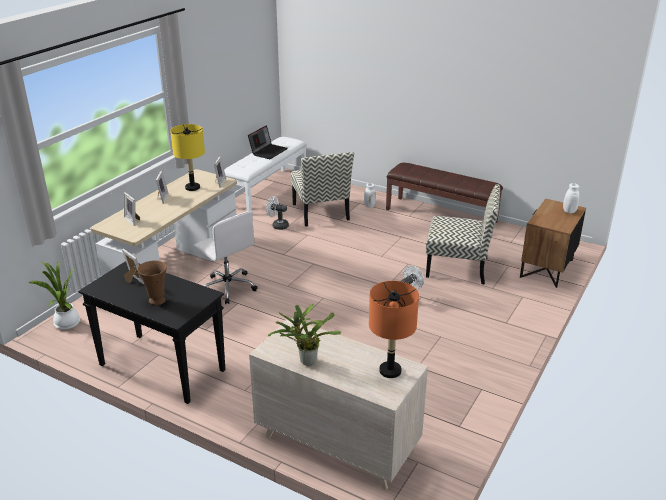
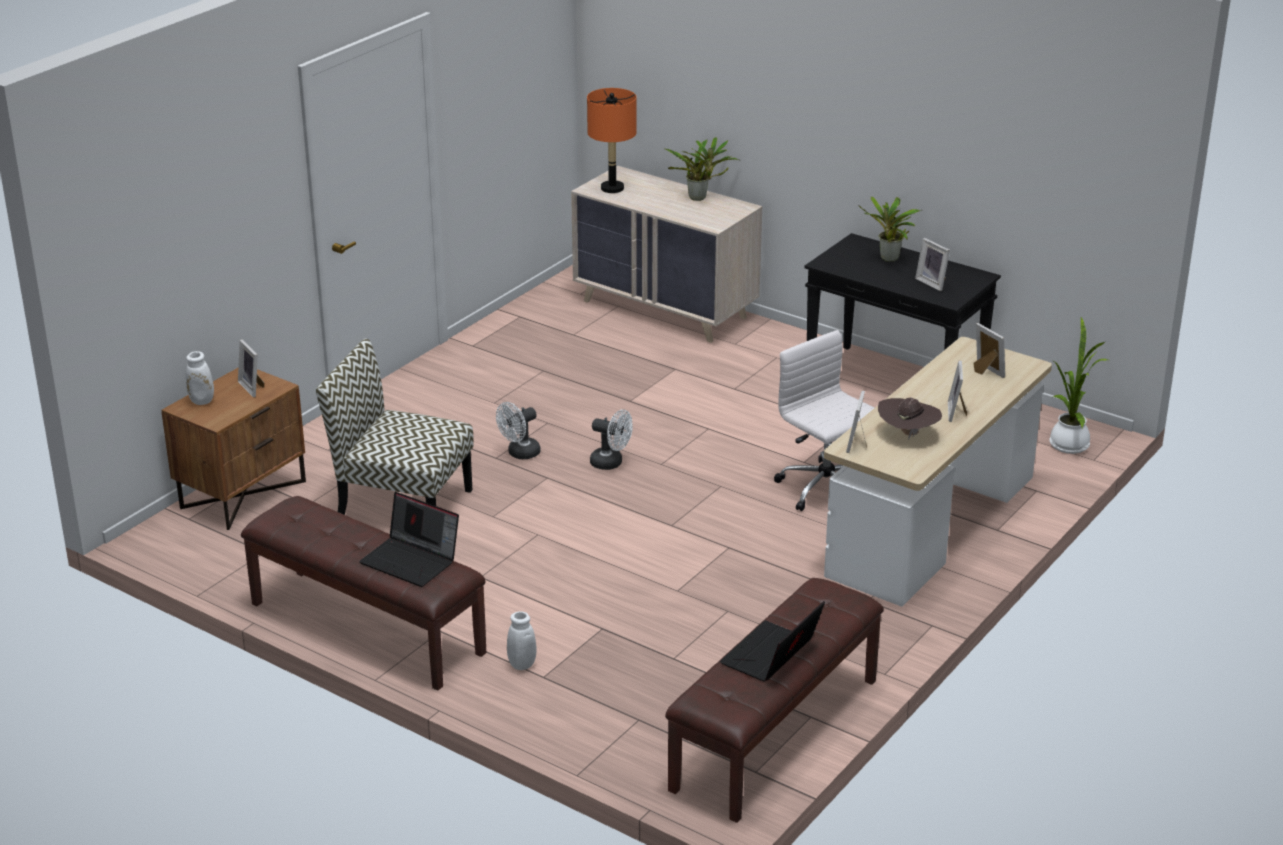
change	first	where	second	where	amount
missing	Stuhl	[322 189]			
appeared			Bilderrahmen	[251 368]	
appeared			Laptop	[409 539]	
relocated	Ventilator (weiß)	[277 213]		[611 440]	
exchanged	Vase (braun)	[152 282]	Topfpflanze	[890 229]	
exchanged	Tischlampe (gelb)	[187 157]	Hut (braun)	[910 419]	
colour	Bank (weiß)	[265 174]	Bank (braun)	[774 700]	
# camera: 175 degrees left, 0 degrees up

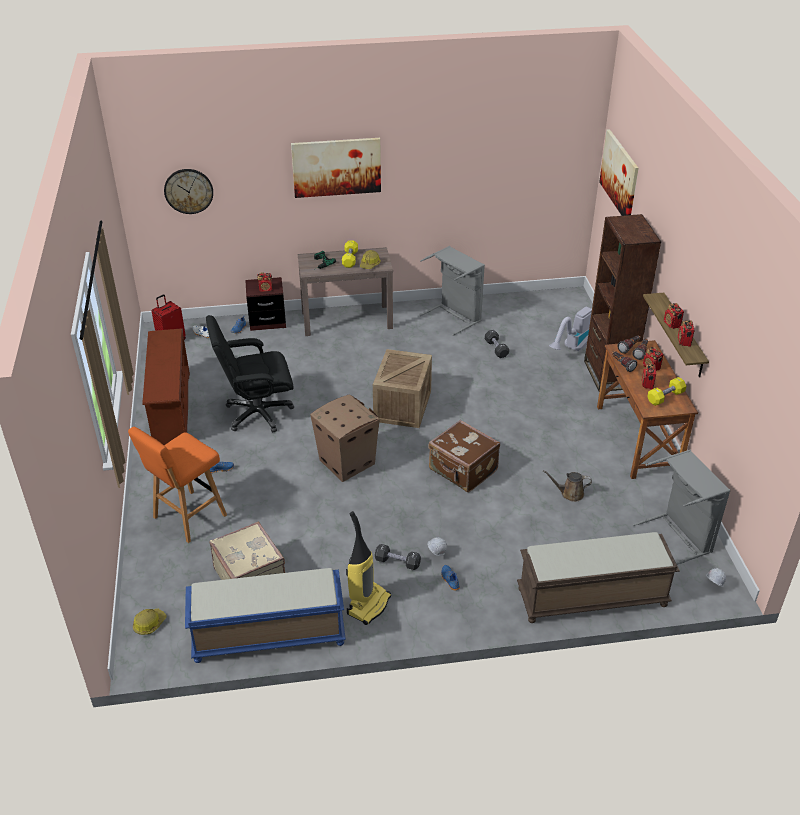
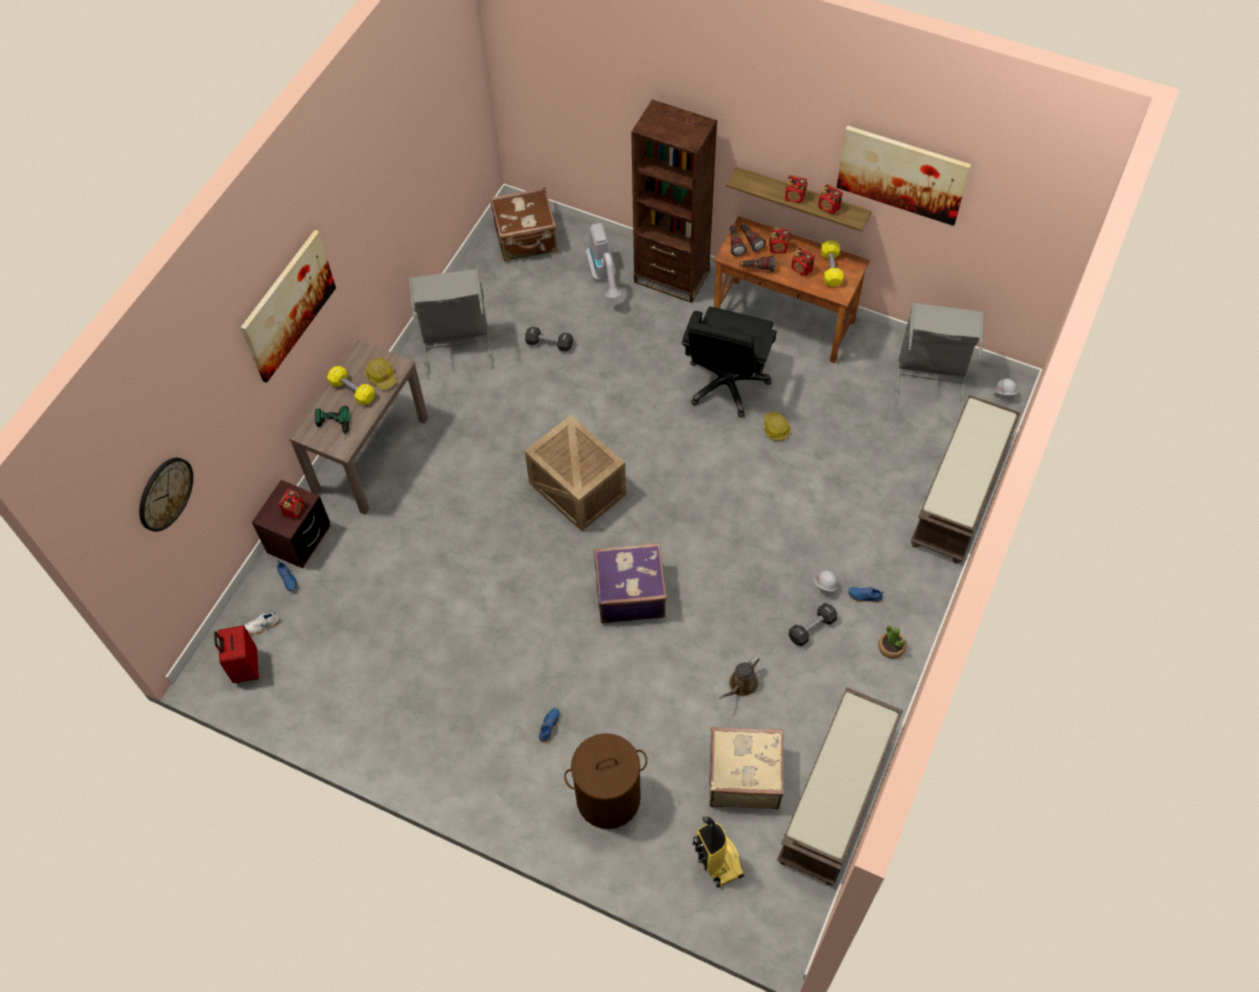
change	first	where	second	where	amount
missing	Schuhregal (braun)	[166 386]			
appeared			Topfpflanze	[892 642]	
relocated	Schutzhelm	[150 622]		[777 426]	
relocated	Bürostuhl (schwarz)	[250 374]		[729 362]	
relocated	Staubsauger	[368 568]		[718 851]	
relocated	Koffer (braun)	[464 456]		[524 224]	
relocated	Gießkanne (braun)	[567 486]		[739 678]	
relocated	Bild	[619 172]		[903 176]	
exchanged	Hocker (orange)	[177 485]	Wäschekorb (braun)	[605 781]	
exchanged	Karton	[345 438]	Koffer (lila)	[630 583]	
colour	Bank (blau)	[265 615]	Bank (braun)	[840 786]	
# camera: 55 degrees left, 20 degrees up

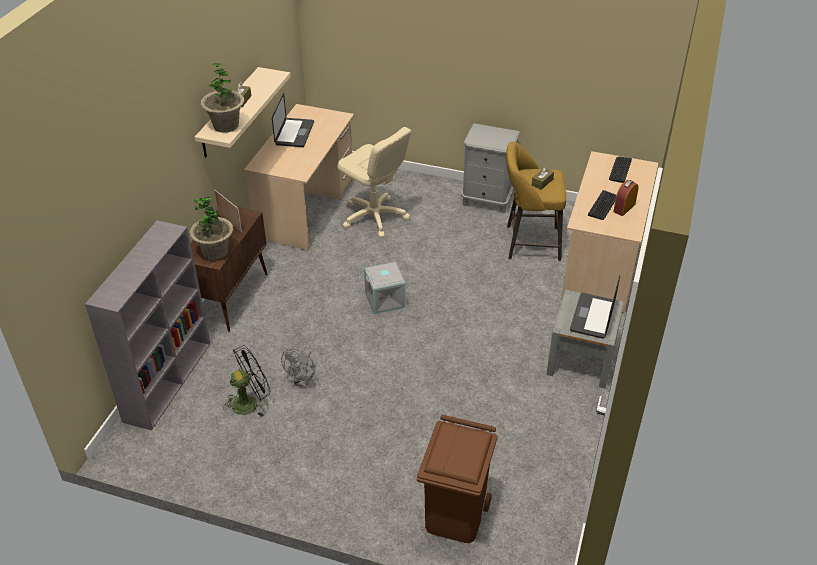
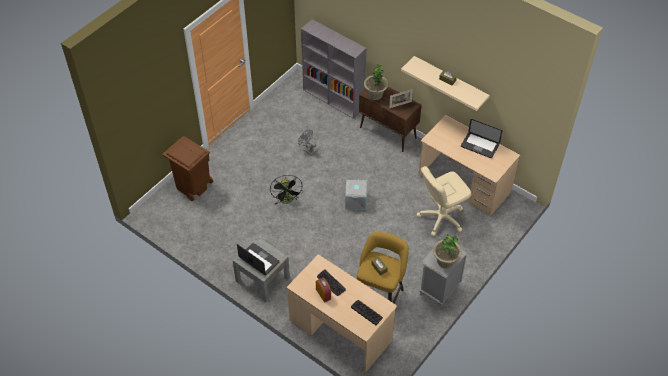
change	first	where	second	where	amount
relocated	Topfpflanze	[222 98]		[447 251]	
relocated	Ventilator (schwarz)	[247 381]		[286 190]	
# camera: 110 degrees right, 10 degrees up

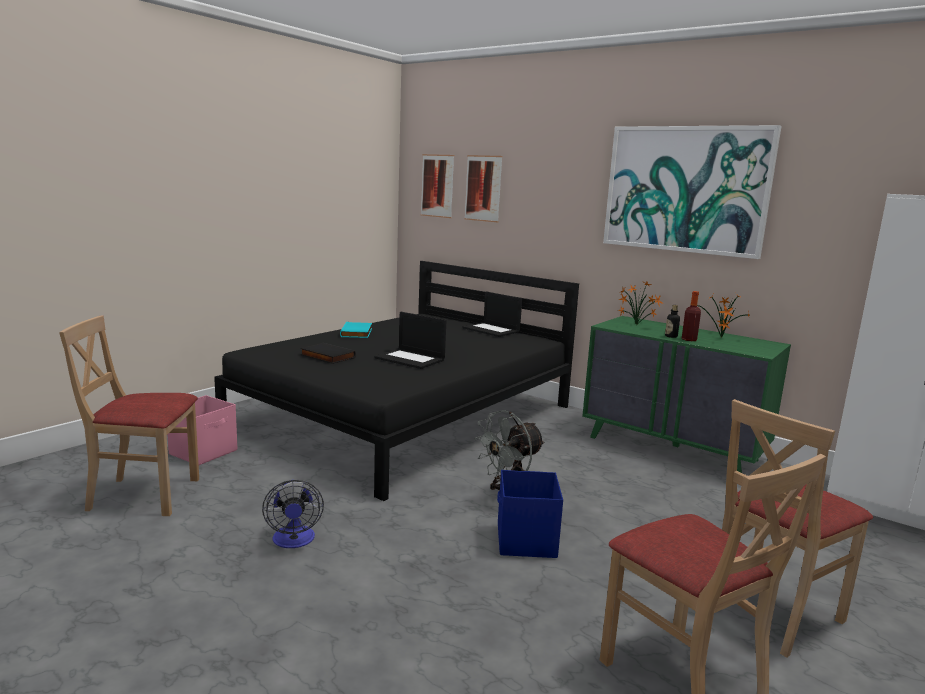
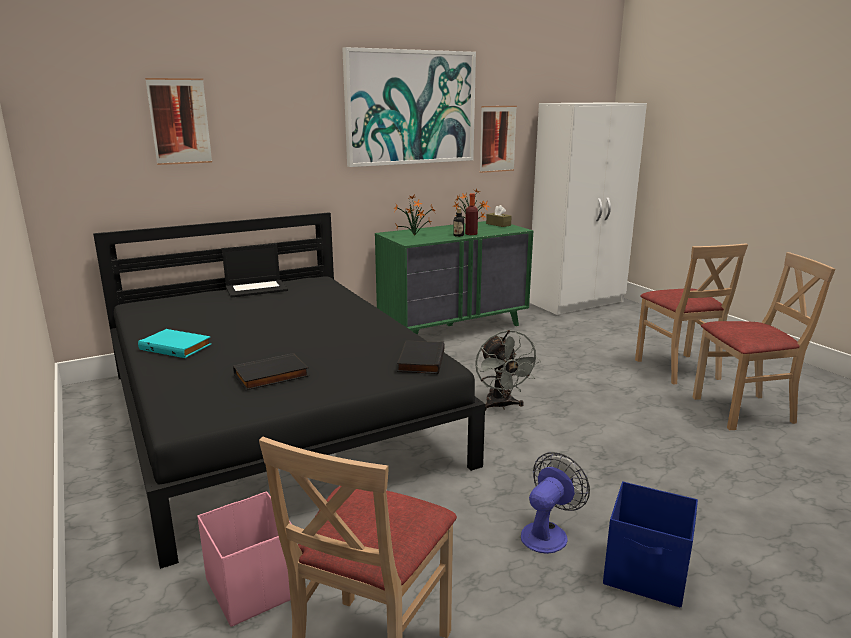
change	first	where	second	where	amount
missing	Laptop	[410 340]			
appeared			Buch (schwarz)	[421 357]	
appeared			Taschentuchbox (braun)	[499 216]	
relocated	Bild	[437 186]		[498 139]	
relocated	Aufbewahrungsbox (blau)	[530 514]		[650 545]	
spun	Ventilator	[293 514]		[555 503]	60 degrees counterclockwise
# camera: 65 degrees left, 5 degrees up

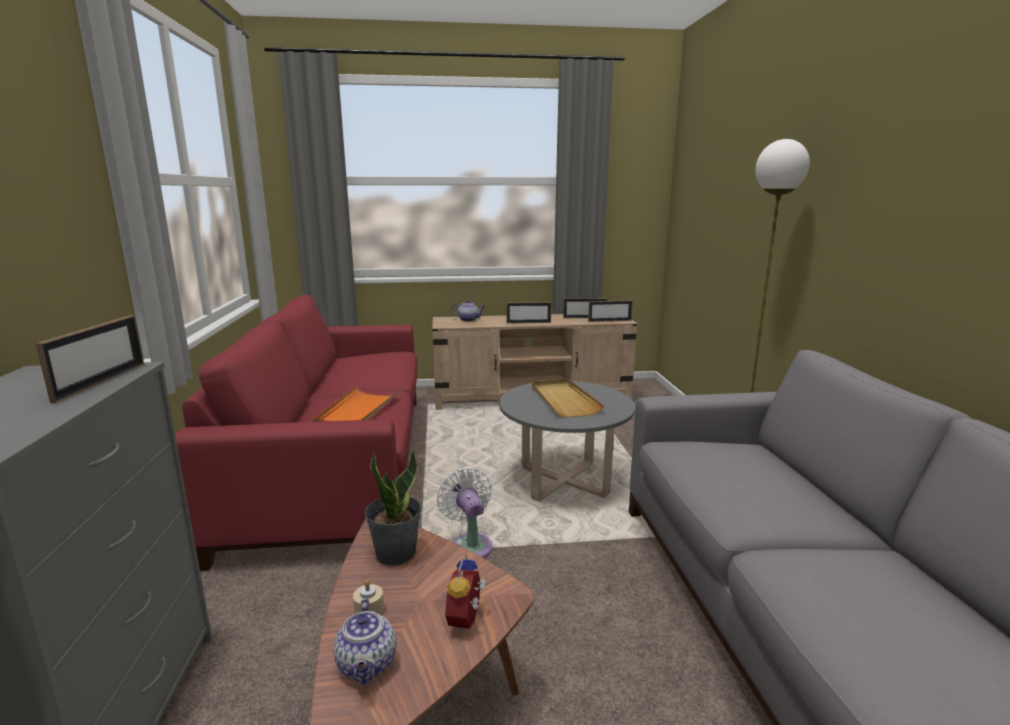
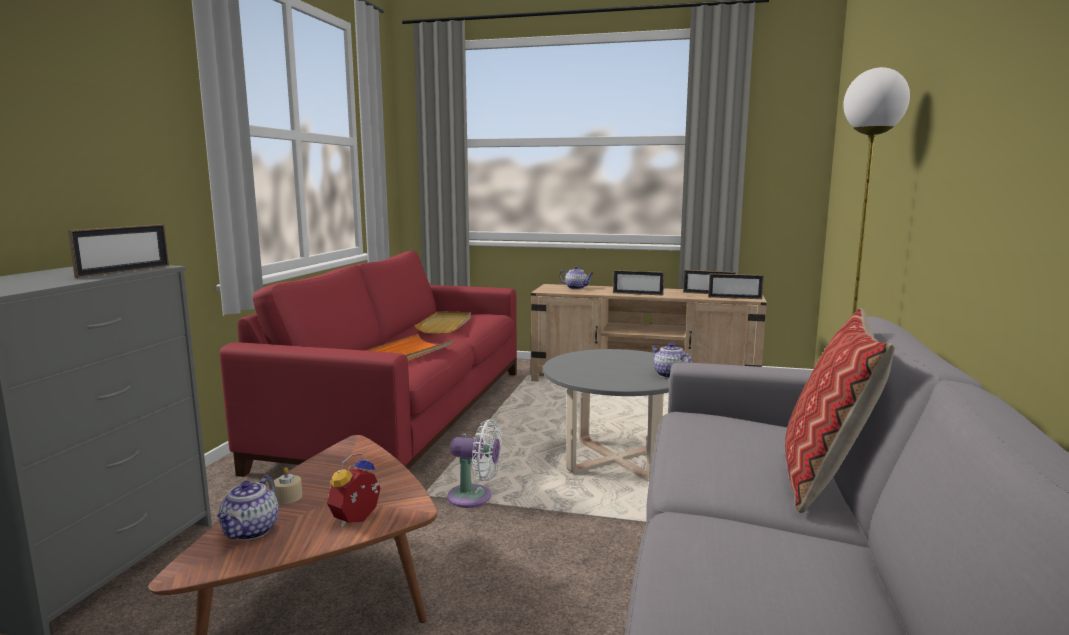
change	first	where	second	where	amount
missing	Topfpflanze	[393 507]			
appeared			Teekanne	[672 360]	
appeared			Kissen	[840 410]	
relocated	Tablett (beige)	[567 398]		[443 322]	
spun	Ventilator (weiß)	[465 513]		[474 464]	105 degrees clockwise
# camera: 20 degrees right, 5 degrees down

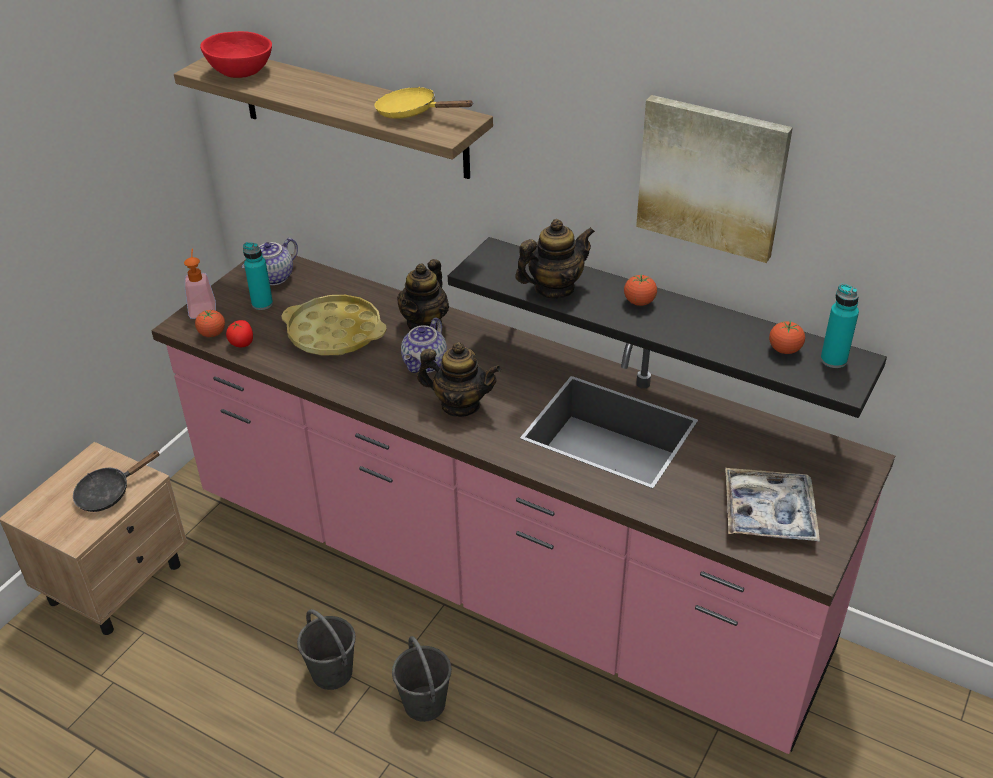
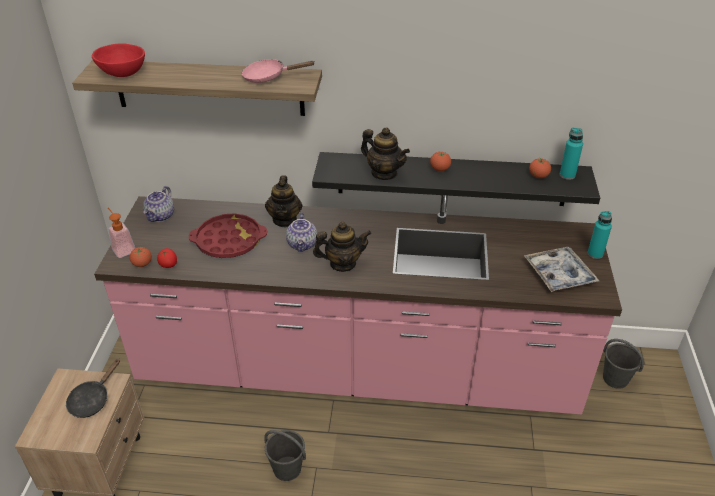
change	first	where	second	where	amount
missing	Bild	[714 179]			
relocated	Flasche (türkis)	[258 276]		[599 235]	
relocated	Eimer (grau)	[422 679]		[623 364]	
colour	Tablett (gelb)	[334 325]	Tablett (rot)	[228 235]	
colour	Pfanne (gelb)	[424 103]	Pfanne (rosa)	[278 71]	
spun	Teekanne	[555 258]		[385 153]	90 degrees clockwise
# camera: 25 degrees left, 0 degrees up

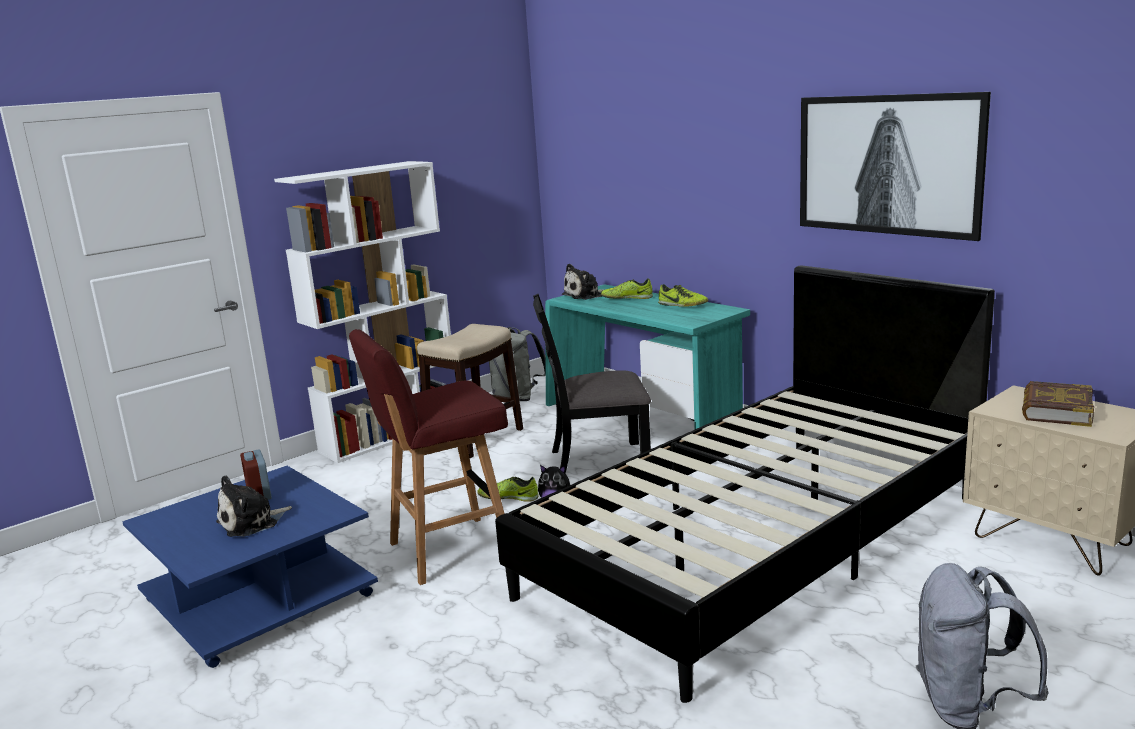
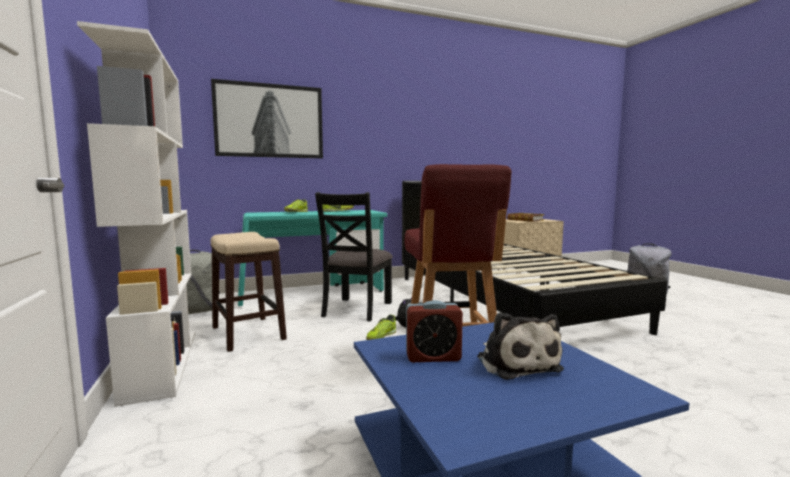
change	first	where	second	where	amount
missing	Plüschtier	[584 282]			
relocated	Bild	[895 166]		[267 118]	
# camera: 70 degrees left, 10 degrees down

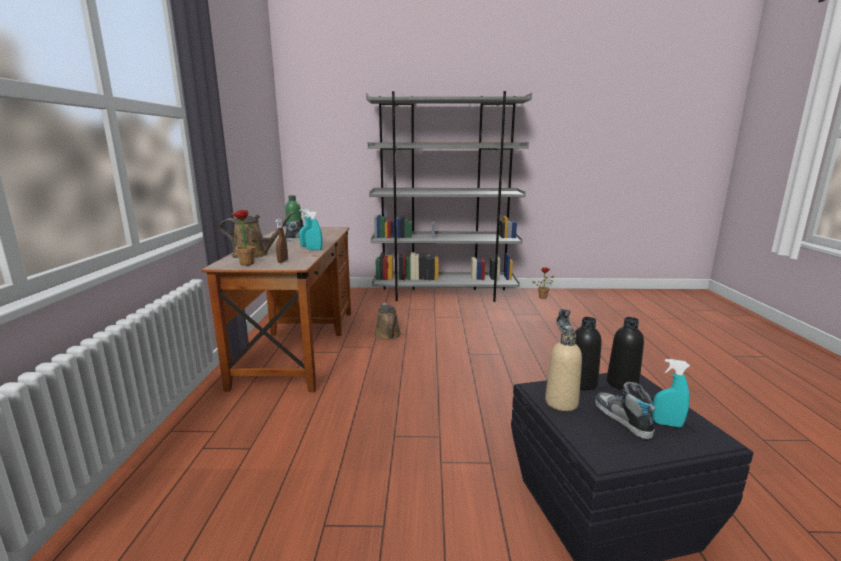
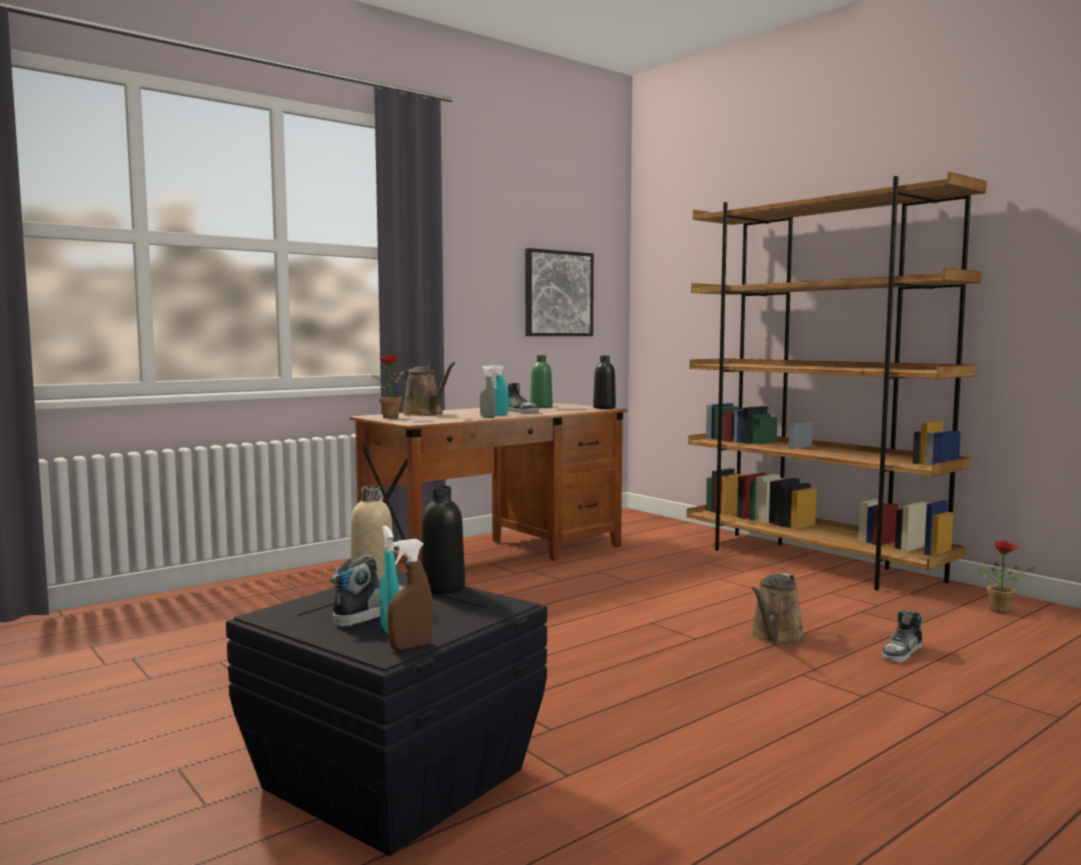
change	first	where	second	where	amount
appeared			Bild	[559 292]	
relocated	Sprühflasche (braun)	[281 240]		[410 594]	
relocated	Gießkanne (braun)	[388 321]		[778 609]	
relocated	Flasche (schwarz)	[625 353]		[604 382]	
colour	Sprühflasche (türkis)	[314 230]	Sprühflasche (grau)	[488 392]	
colour	Bücherregal (grau)	[449 196]	Bücherregal (braun)	[837 381]	
# camera: 50 degrees right, 10 degrees down

